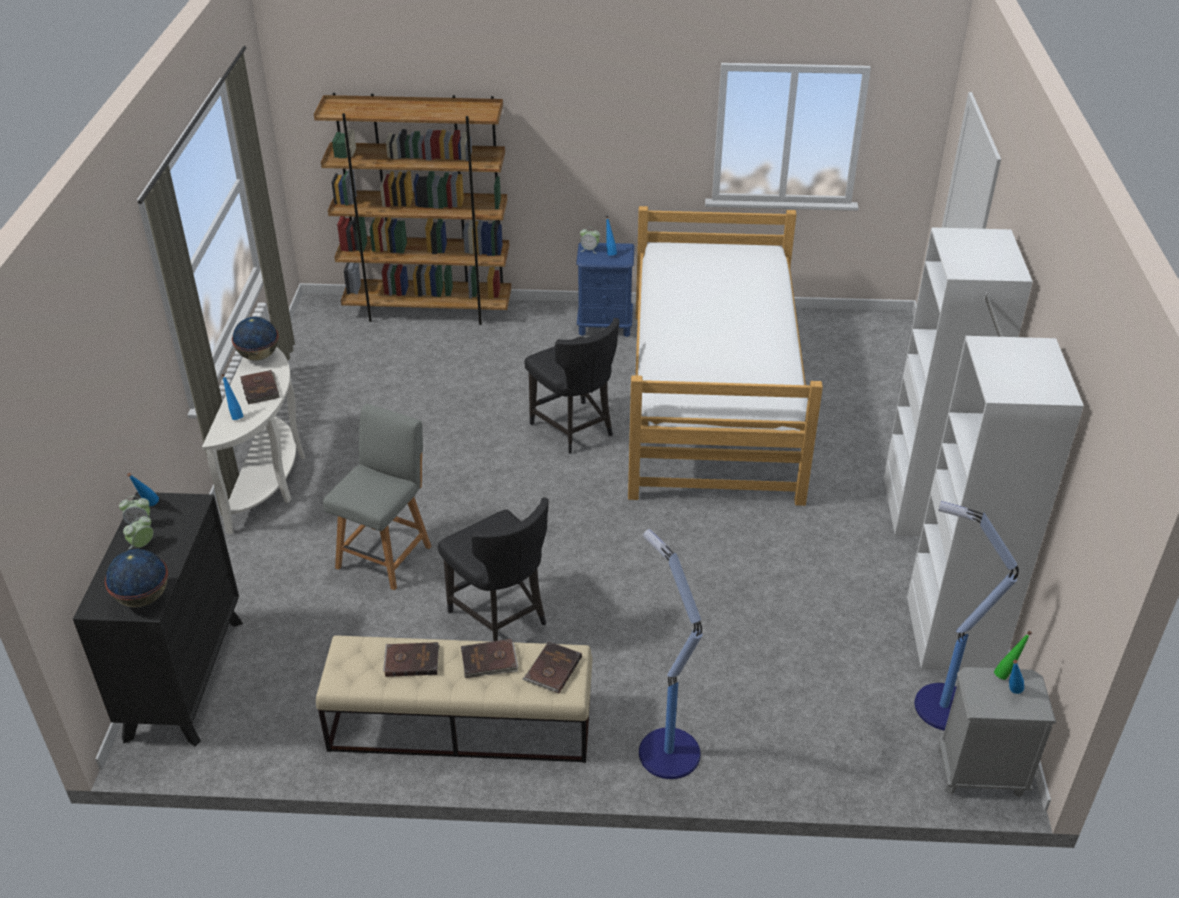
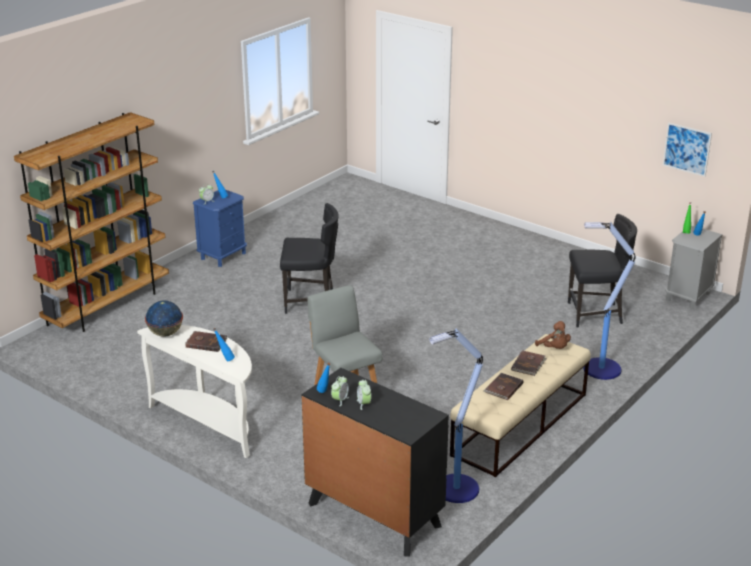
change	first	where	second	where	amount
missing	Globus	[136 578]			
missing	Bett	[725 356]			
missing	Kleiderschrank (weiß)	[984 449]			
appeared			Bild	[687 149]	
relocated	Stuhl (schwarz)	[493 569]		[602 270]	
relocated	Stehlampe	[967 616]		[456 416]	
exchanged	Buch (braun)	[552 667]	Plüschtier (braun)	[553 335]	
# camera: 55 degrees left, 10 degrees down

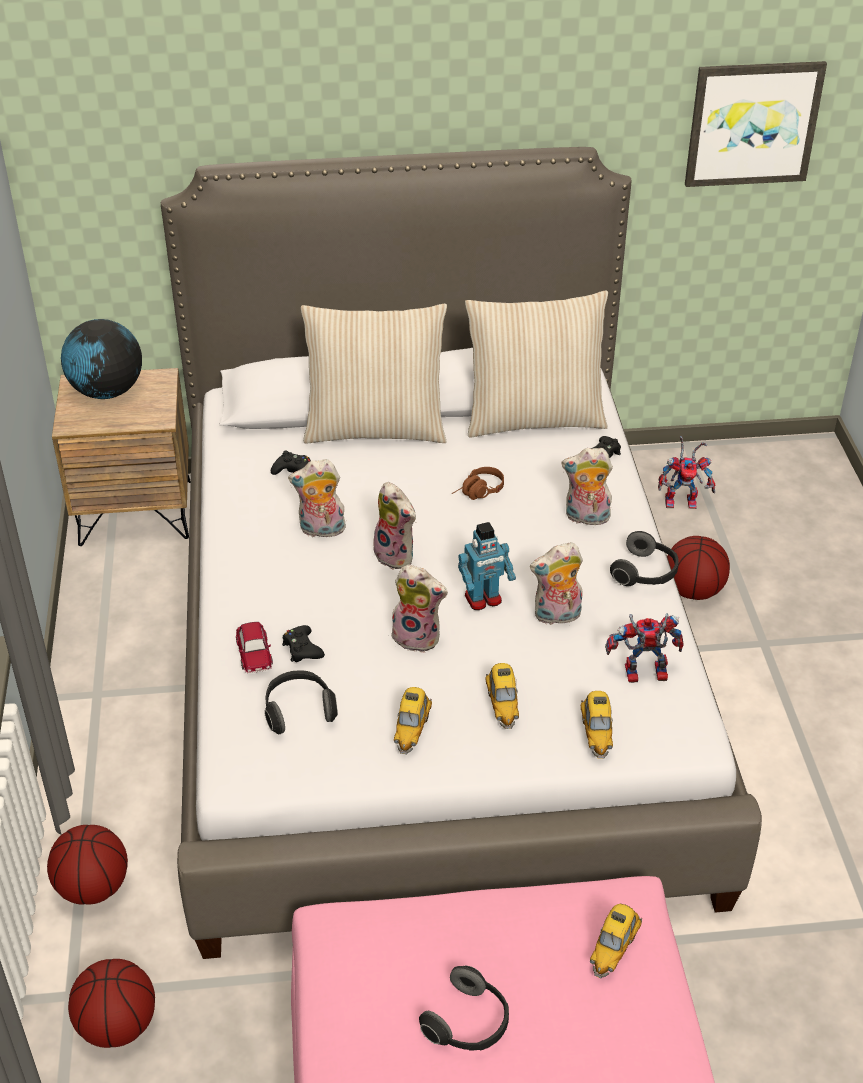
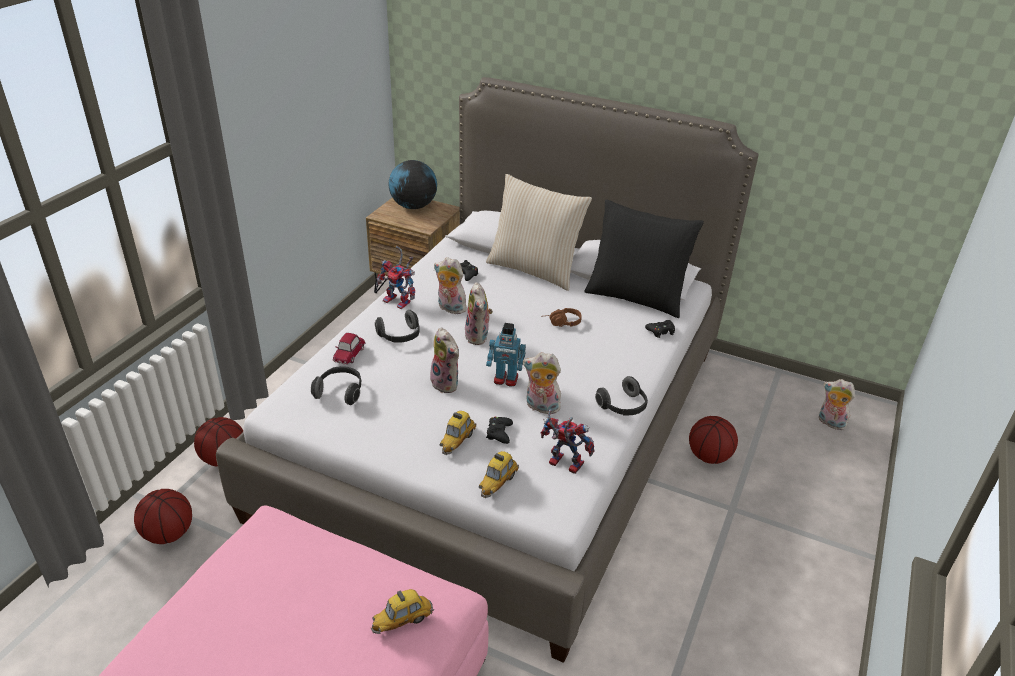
change	first	where	second	where	amount
missing	Spielzeugauto	[413 720]			
missing	Bild	[756 124]			
relocated	Gamepad (schwarz)	[303 643]		[499 430]	
relocated	Kopfhörer	[464 1008]		[397 326]	
relocated	Plüschtier	[587 487]		[837 404]	
relocated	Spielzeugroboter	[687 472]		[395 277]	
colour	Kissen (beige)	[536 364]	Kissen (schwarz)	[644 258]	
# camera: 30 degrees right, 5 degrees down

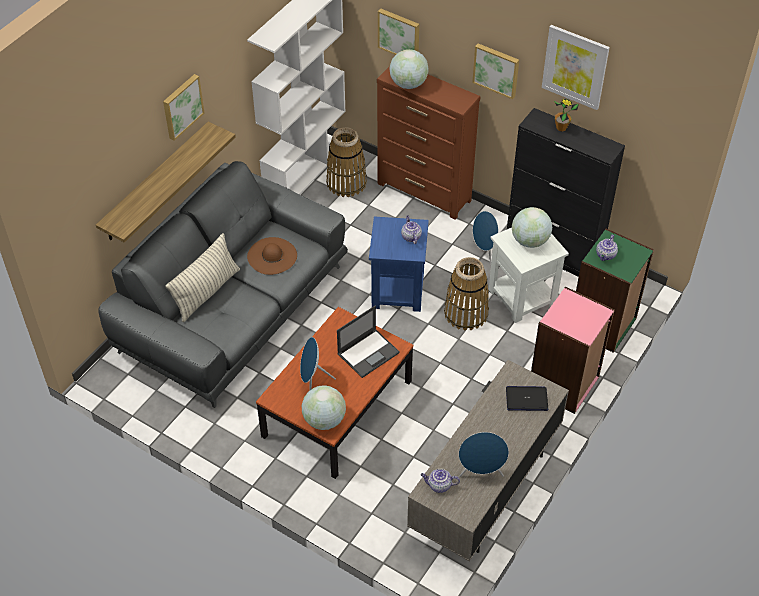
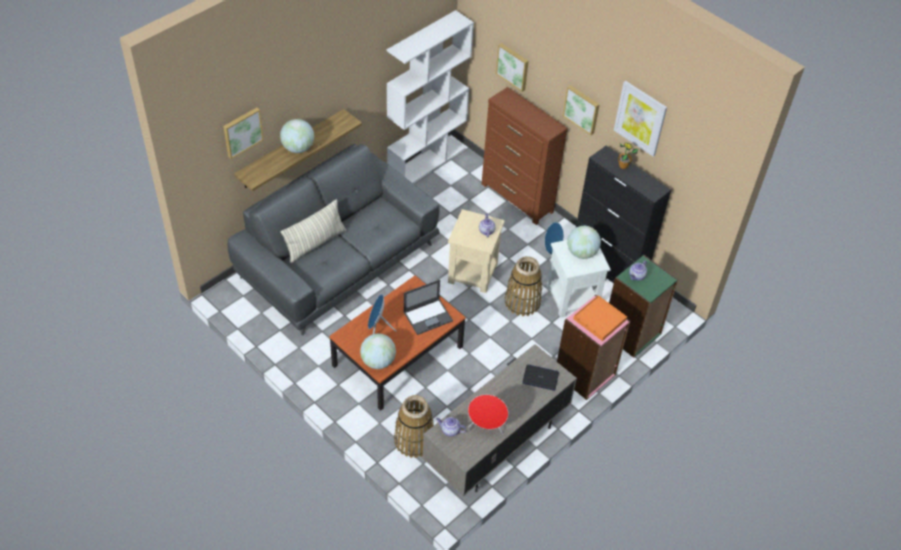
change	first	where	second	where	amount
missing	Hut (braun)	[272 256]			
appeared			Tablett (orange)	[600 318]	
relocated	Bild	[183 107]		[243 133]	
relocated	Korb	[346 162]		[414 426]	
relocated	Globus	[409 69]		[297 136]	
colour	Beistelltisch (blau)	[399 264]	Beistelltisch (beige)	[476 251]	
colour	Lautsprecher (blau)	[484 454]	Lautsprecher (rot)	[488 414]	
# camera: 10 degrees right, 0 degrees up

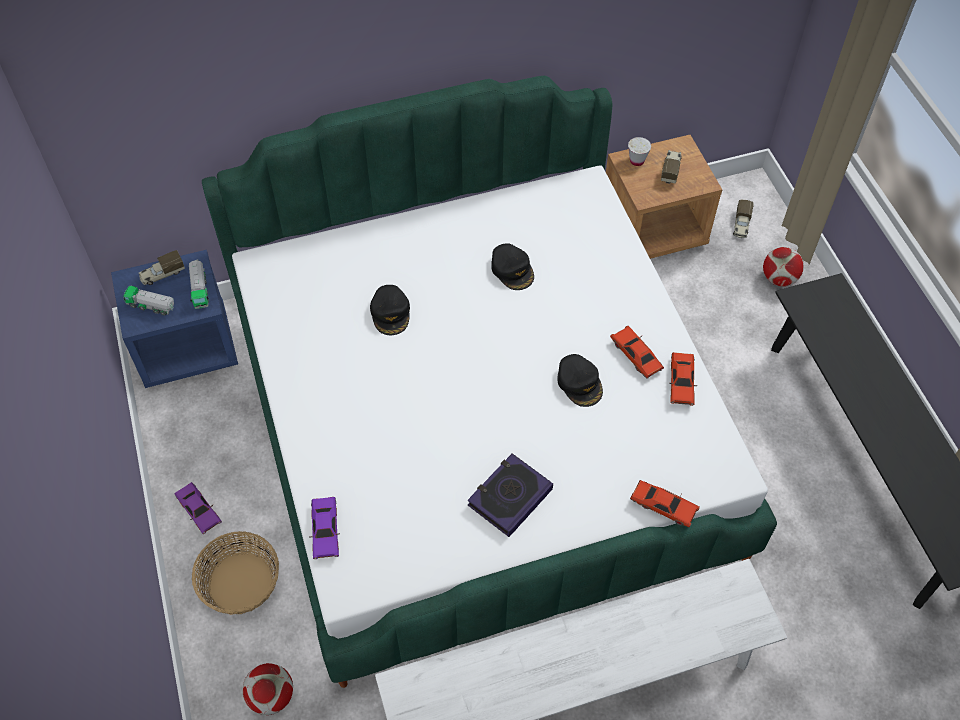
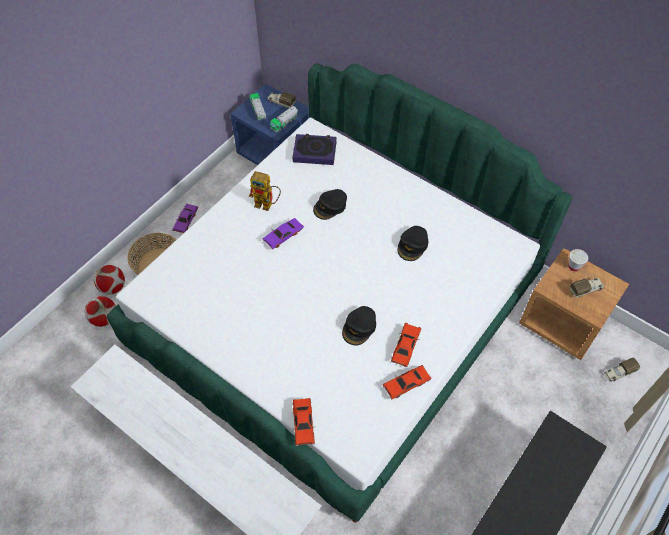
change	first	where	second	where	amount
appeared			Spielzeugroboter	[265 191]	
relocated	Spielzeugauto (lila)	[325 528]		[283 233]	
relocated	Buch	[510 495]		[314 149]	
relocated	Fußball	[783 267]		[109 280]	
# camera: 55 degrees right, 0 degrees up

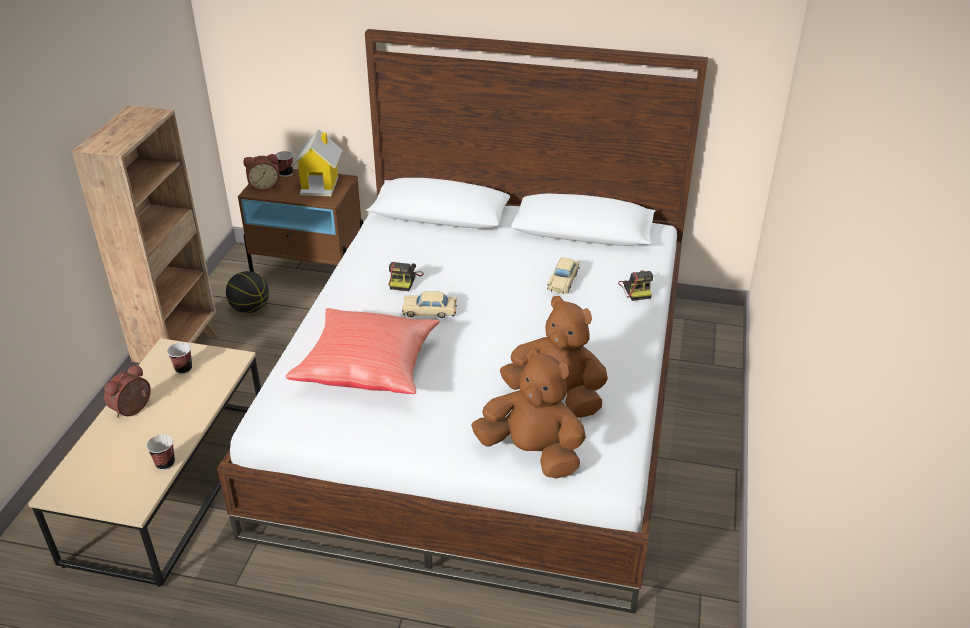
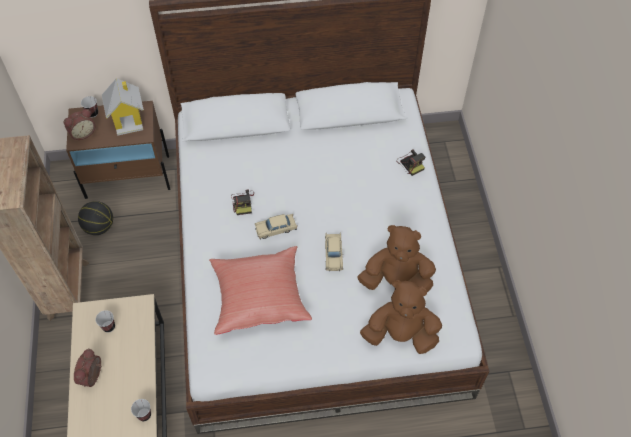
change	first	where	second	where	amount
relocated	Spielzeugauto (beige)	[563 275]		[334 251]	
# camera: 20 degrees left, 20 degrees up

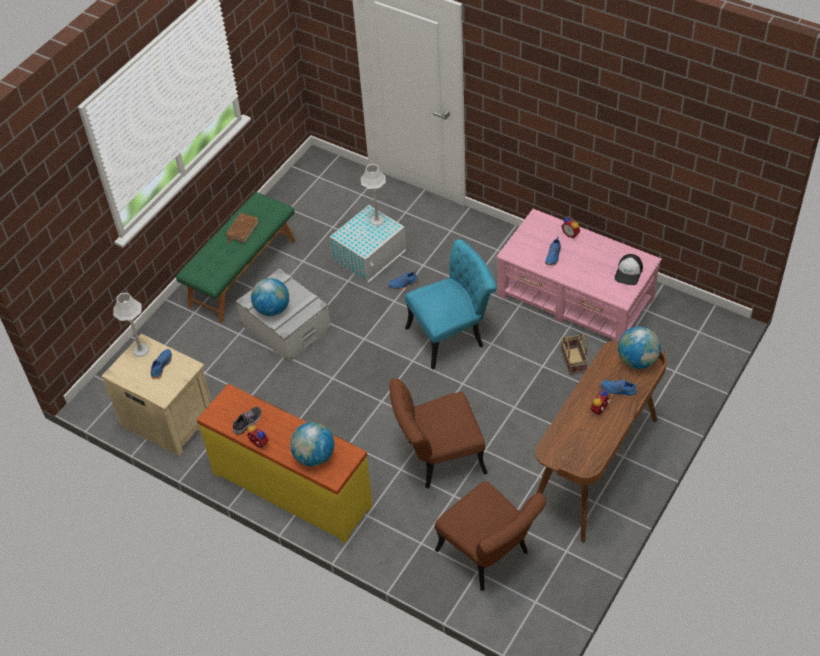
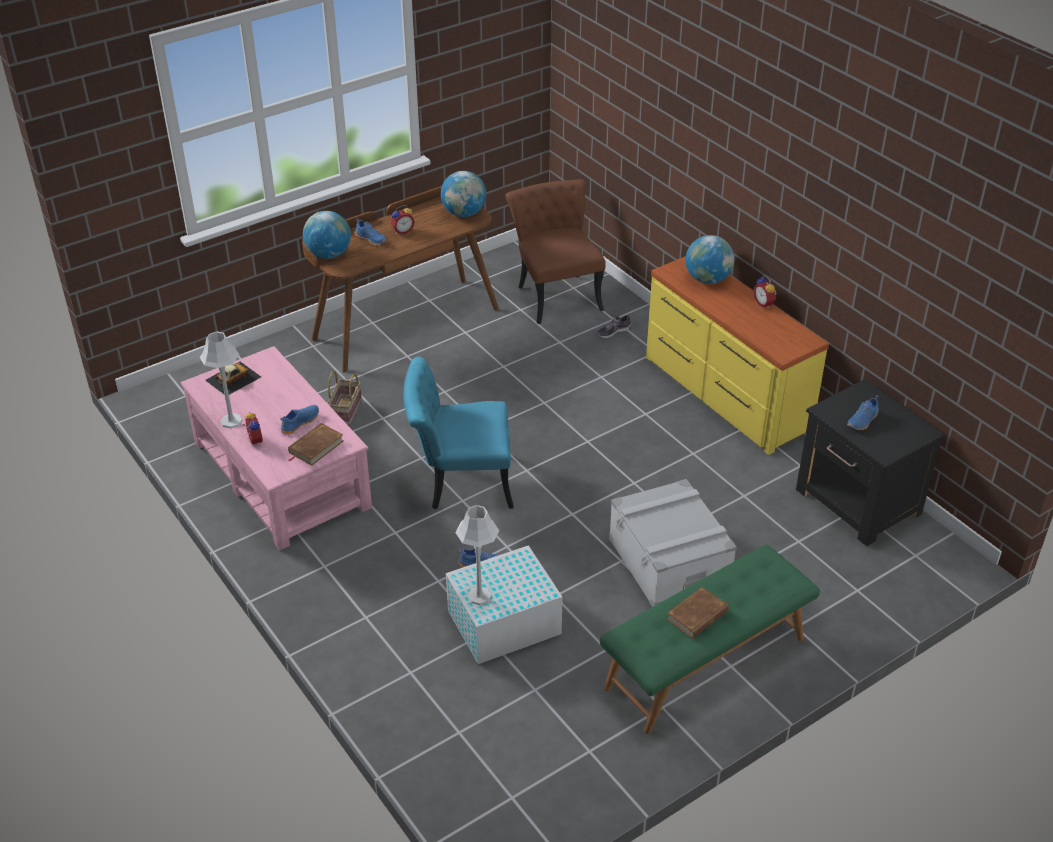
change	first	where	second	where	amount
missing	Stuhl (braun)	[438 433]			
appeared			Buch (braun)	[315 444]	
relocated	Tischlampe (grau)	[131 324]		[221 379]	
relocated	Schuh	[247 420]		[614 326]	
relocated	Globus	[270 297]		[463 194]	
exchanged	Kappe	[628 269]	Spielzeugauto	[233 378]	
colour	Nachttisch (beige)	[156 395]	Nachttisch (schwarz)	[870 462]	
# camera: 160 degrees left, 10 degrees down

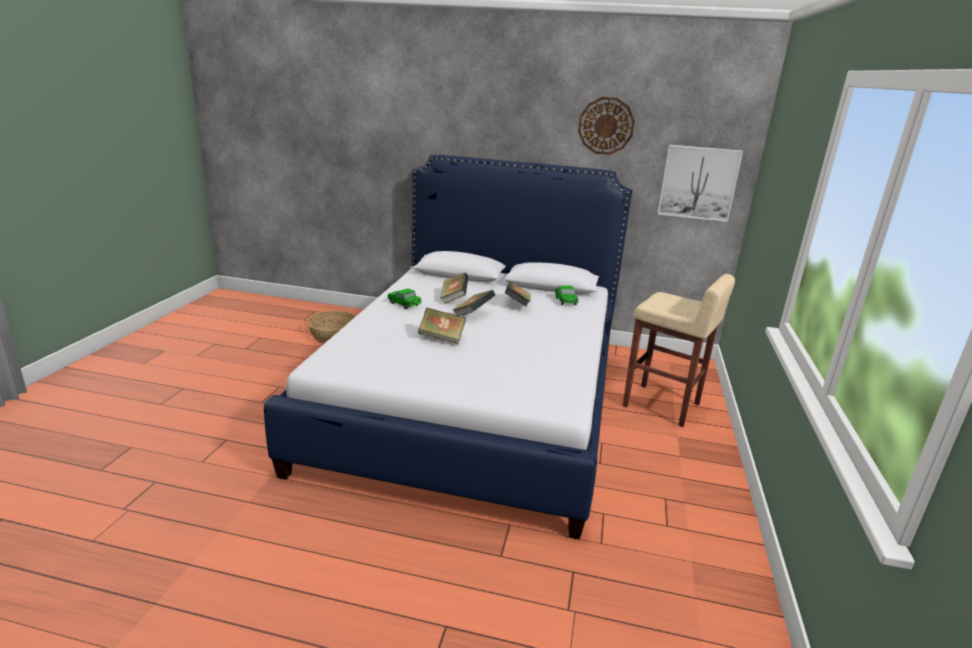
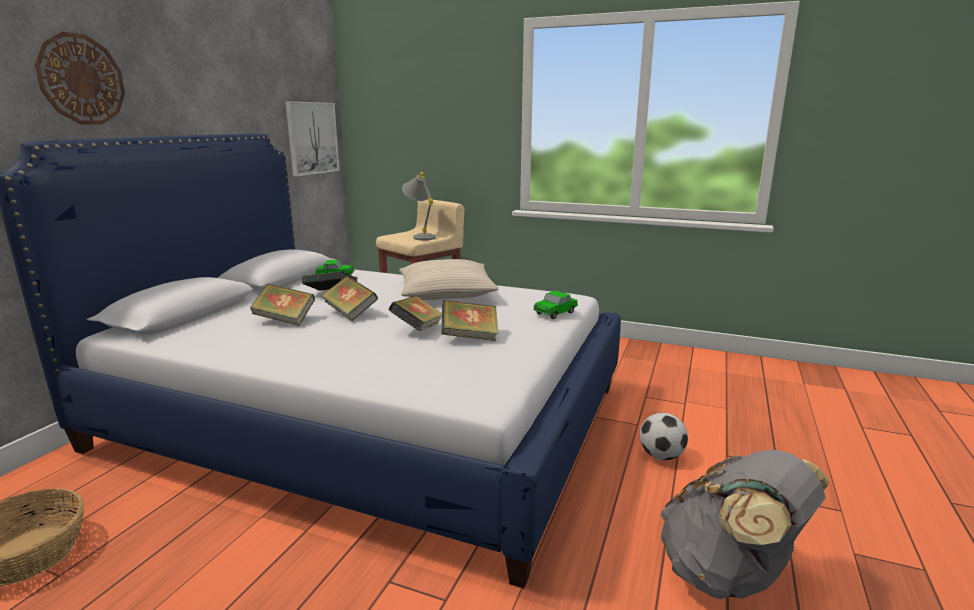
change	first	where	second	where	amount
appeared			Kissen (beige)	[448 279]	
appeared			Tischlampe (grau)	[419 206]	
appeared			Buch	[470 320]	
appeared			Fußball	[664 436]	
appeared			Rucksack (grau)	[744 524]	
relocated	Spielzeugauto	[404 298]		[555 305]	
relocated	Wanduhr	[606 126]		[80 78]	
# camera: 80 degrees left, 5 degrees down

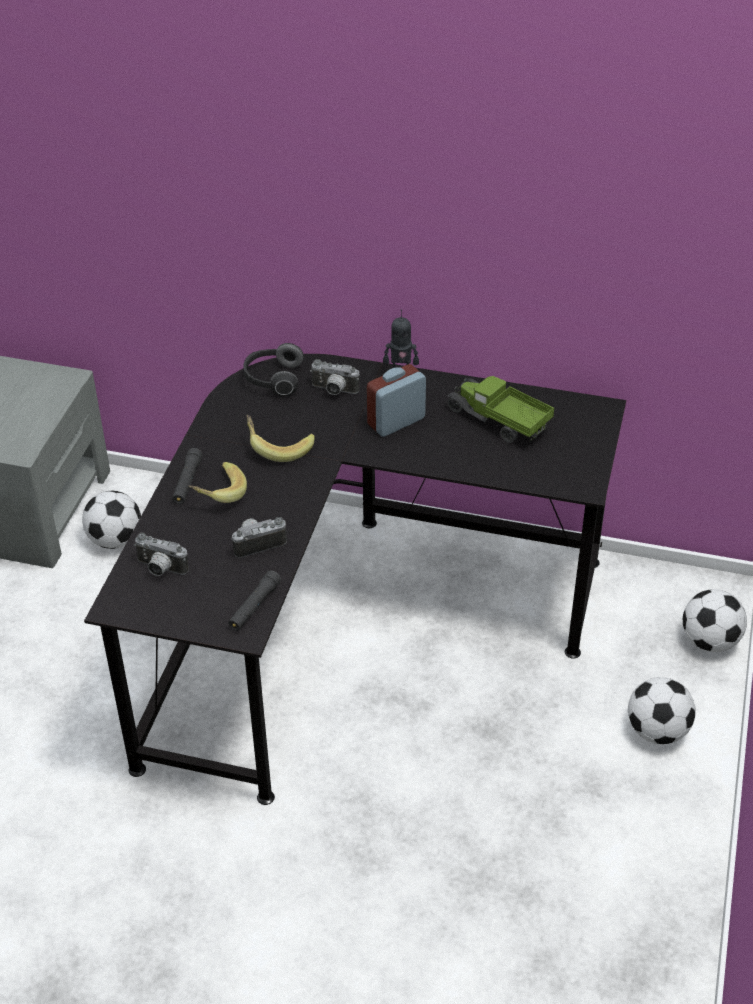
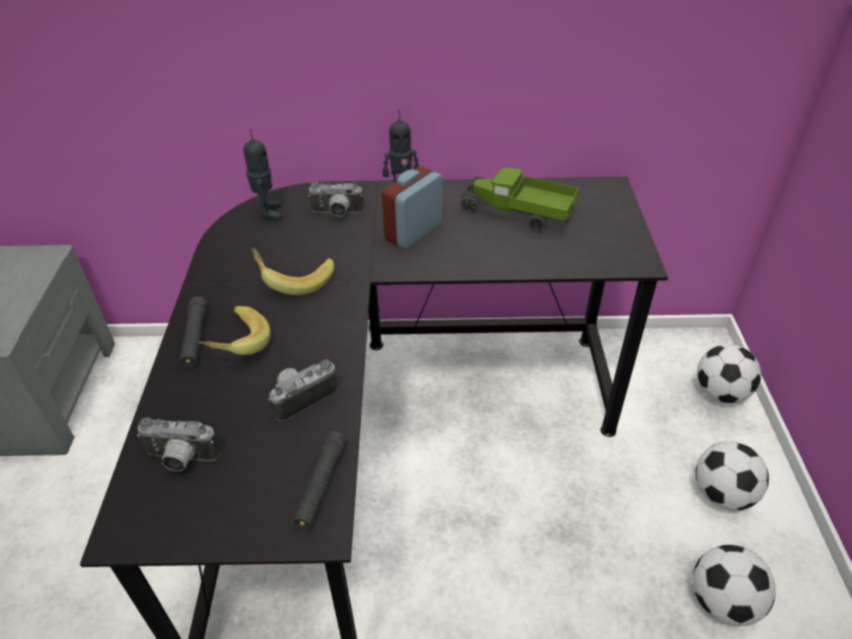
change	first	where	second	where	amount
relocated	Fußball	[111 520]		[734 585]	
exchanged	Kopfhörer	[273 369]	Spielzeugroboter	[263 175]	
# camera: 15 degrees left, 0 degrees up

